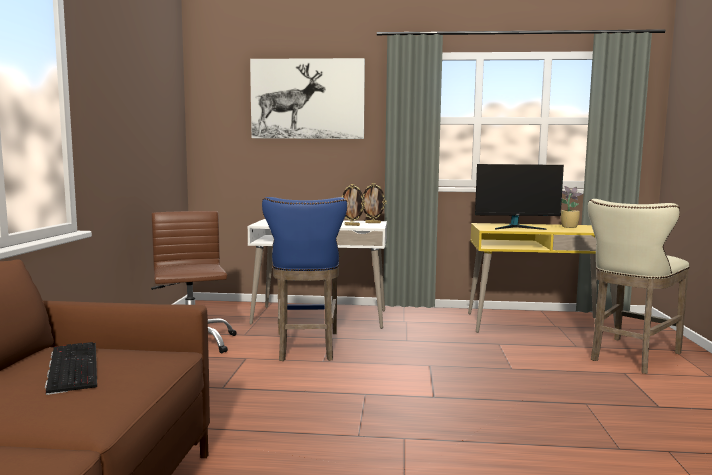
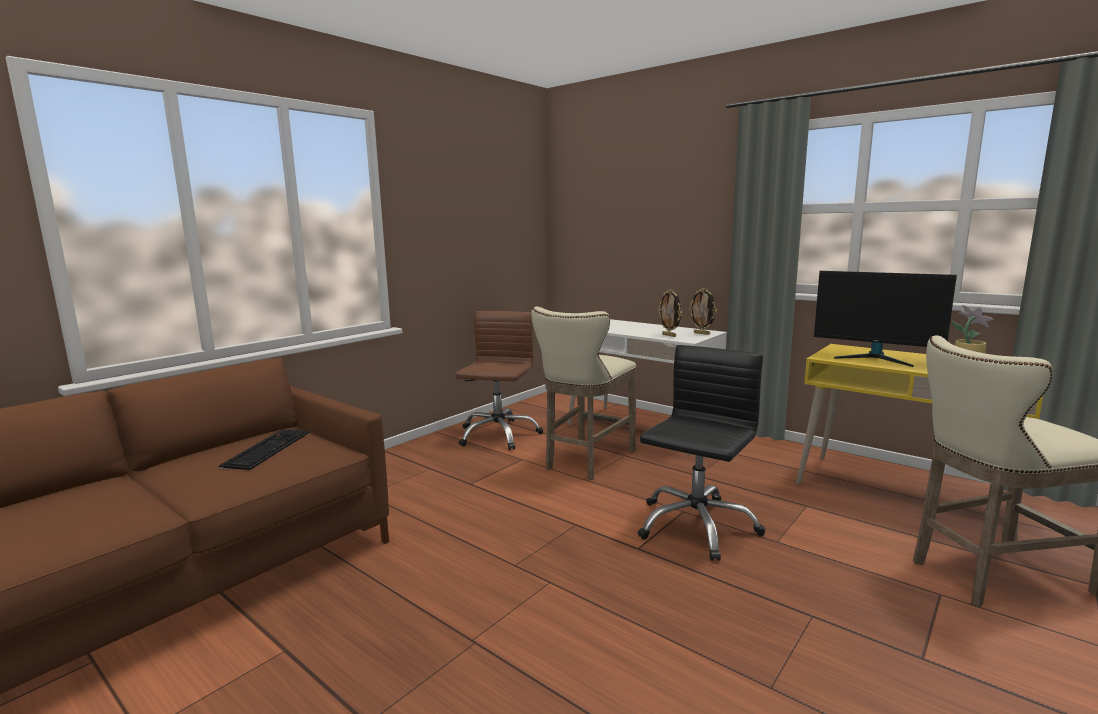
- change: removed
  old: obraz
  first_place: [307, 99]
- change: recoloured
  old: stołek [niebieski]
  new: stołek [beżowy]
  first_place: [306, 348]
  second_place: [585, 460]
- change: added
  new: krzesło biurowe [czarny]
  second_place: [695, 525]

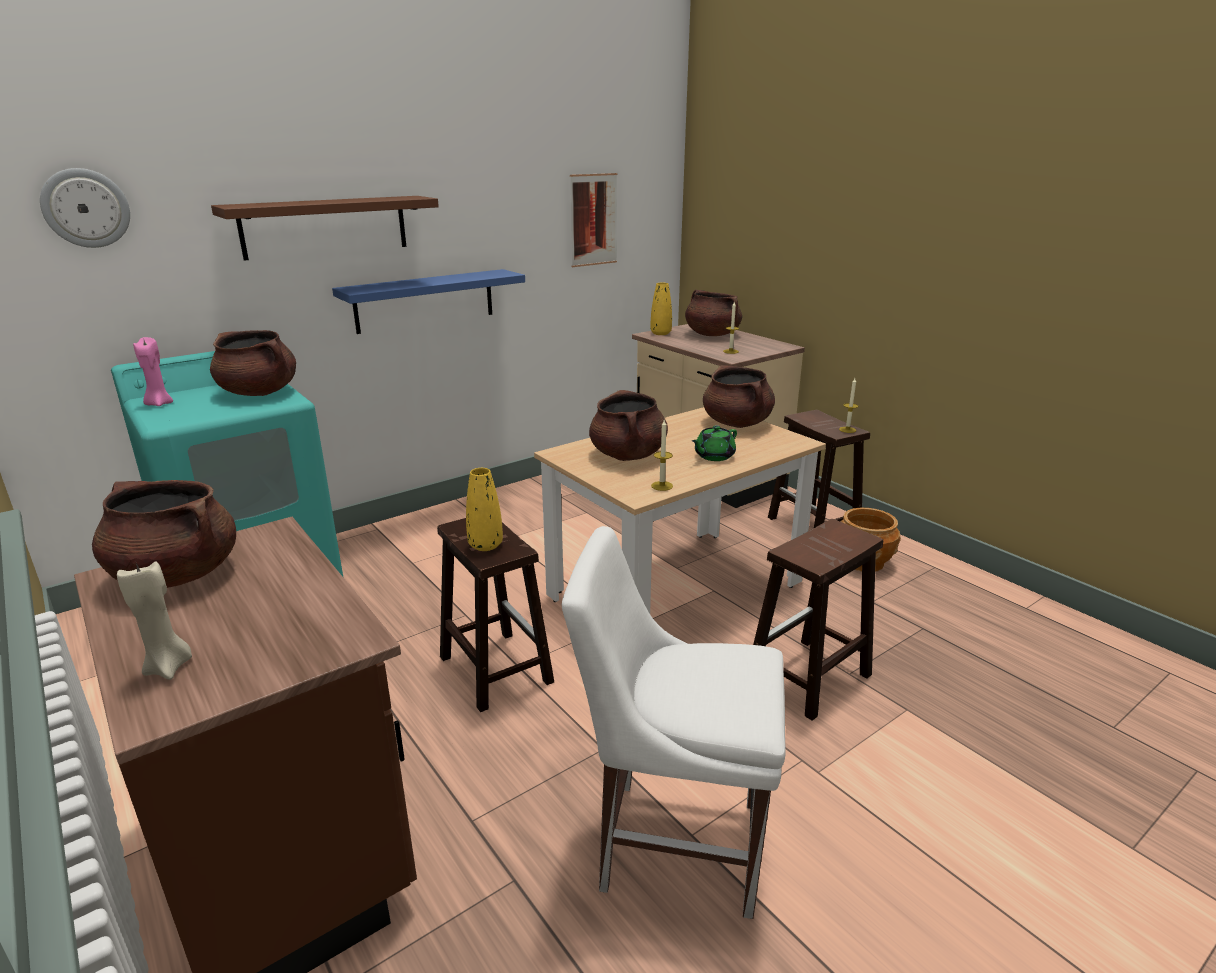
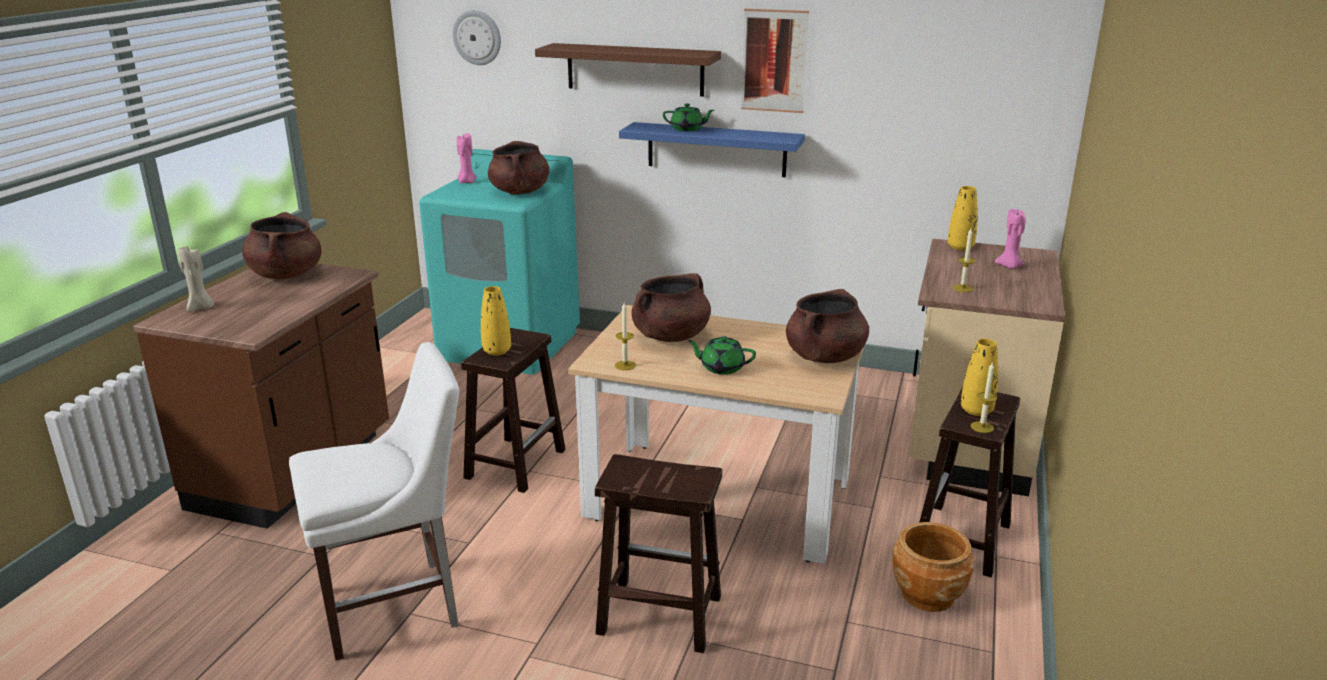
- change: moved
  old: obraz
  first_place: [593, 220]
  second_place: [774, 61]
- change: replaced
  old: garnek [brązowy]
  new: świeca [różowy]
  first_place: [711, 334]
  second_place: [1009, 266]
- change: turned
  old: krzesło [biały]
  first_place: [671, 841]
  second_place: [397, 606]
  degrees: 90
- change: added
  new: imbryk [zielony]
  second_place: [687, 129]
- change: added
  new: wazon [żółty]
  second_place: [976, 411]

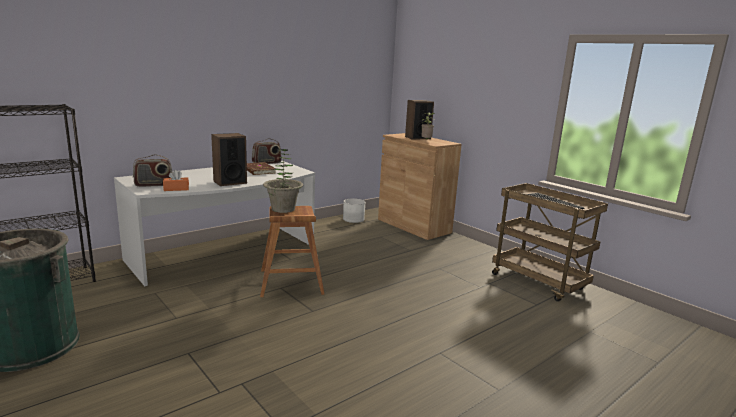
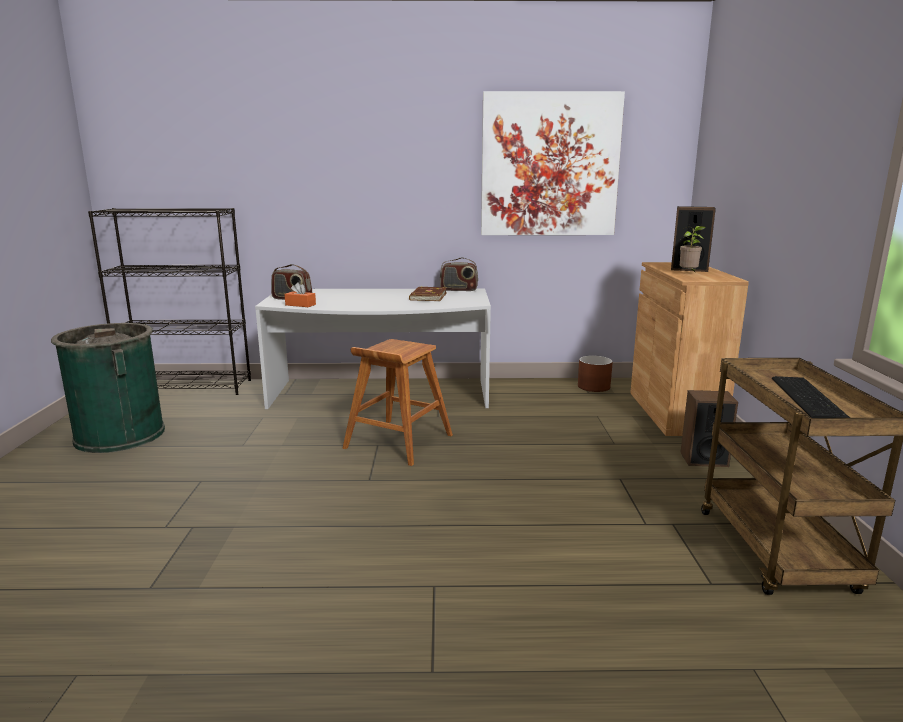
- change: moved
  old: głośnik
  first_place: [230, 182]
  second_place: [703, 459]
- change: removed
  old: roślina doniczkowa
  first_place: [283, 209]
- change: recoloured
  old: donica [biały]
  new: donica [brązowy]
  first_place: [353, 219]
  second_place: [594, 386]
- change: added
  new: obraz
  second_place: [549, 165]

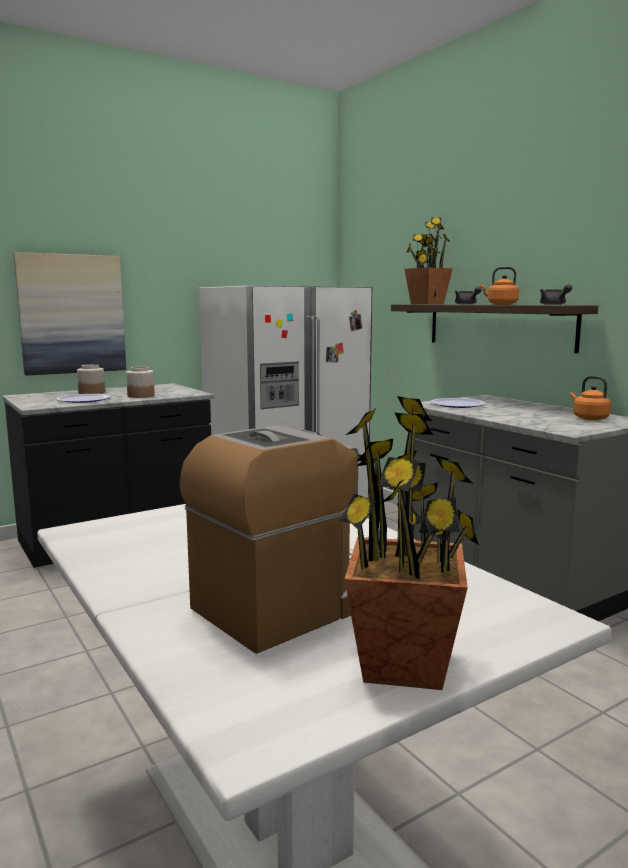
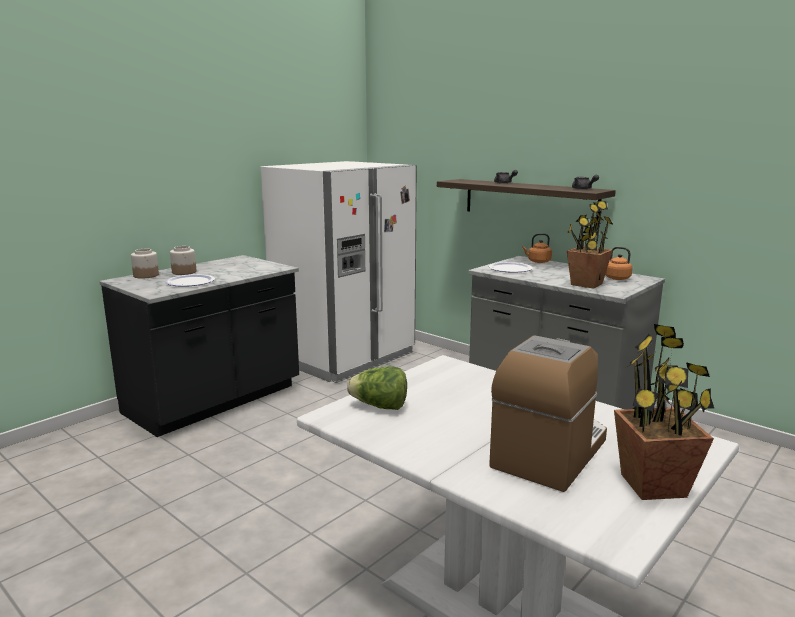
- change: moved
  old: roślina doniczkowa
  first_place: [426, 304]
  second_place: [586, 284]
- change: removed
  old: obraz
  first_place: [72, 314]
- change: moved
  old: czajnik [pomarańczowy]
  first_place: [500, 304]
  second_place: [538, 261]
- change: moved
  old: słoik
  first_place: [141, 396]
  second_place: [146, 275]
- change: added
  new: sałata
  second_place: [379, 407]

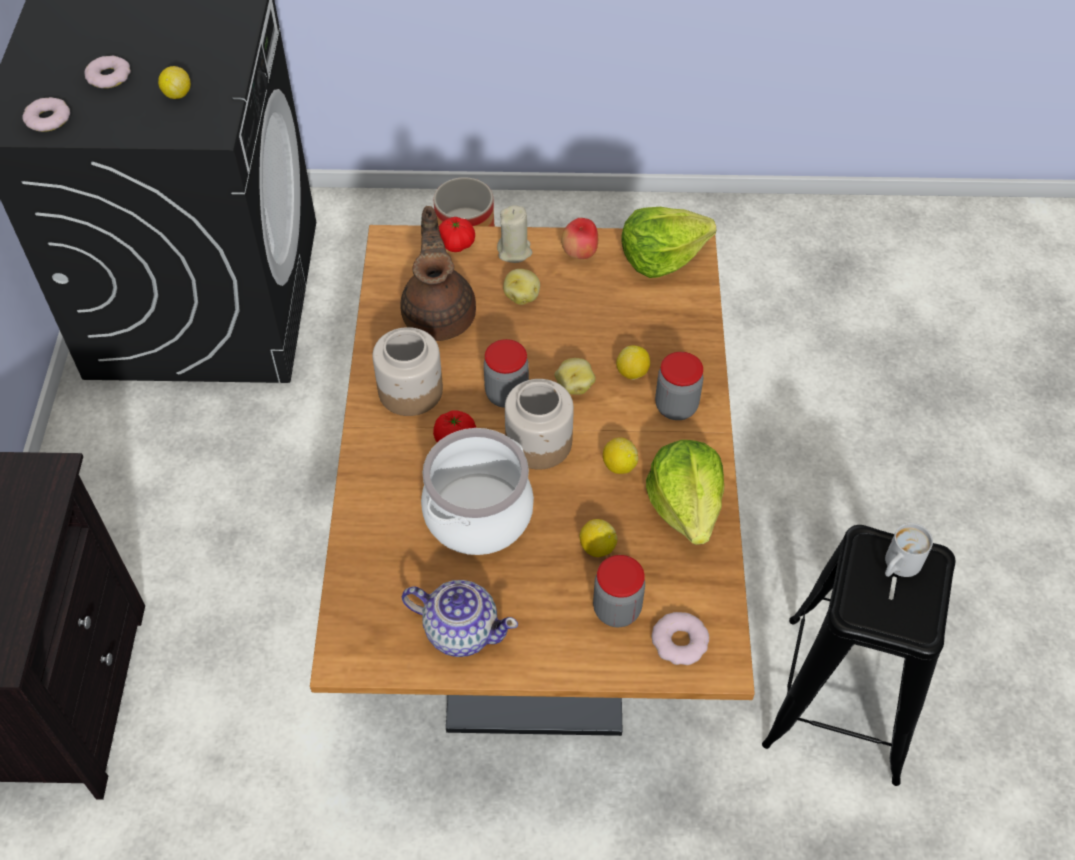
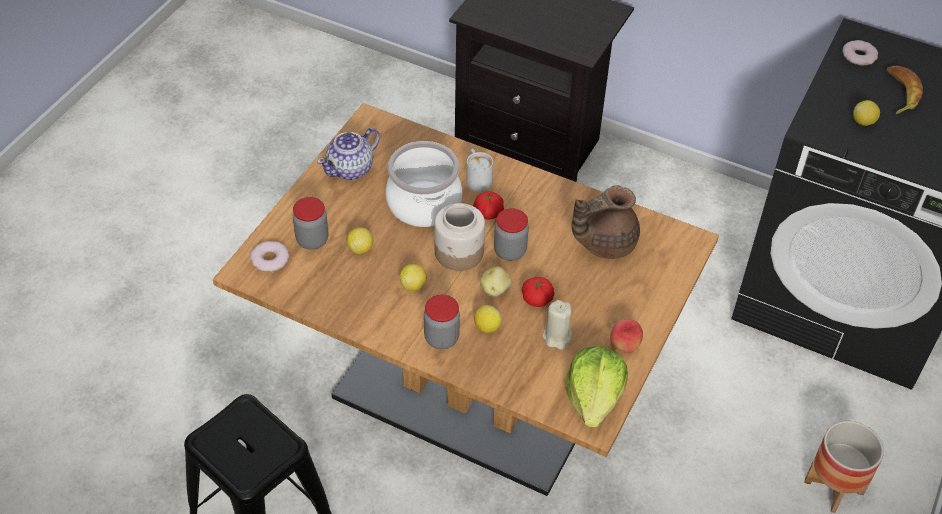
- change: replaced
  old: donut
  new: banan
  first_place: [109, 76]
  second_place: [899, 93]
- change: moved
  old: świeca [beżowy]
  first_place: [514, 251]
  second_place: [557, 337]
- change: turned
  old: imbryk [brązowy]
  first_place: [440, 314]
  second_place: [604, 242]
  degrees: 135
- change: moved
  old: pomidor
  first_place: [456, 244]
  second_place: [537, 299]
- change: removed
  old: ziemniak
  first_place: [522, 296]
- change: removed
  old: słoik
  first_place: [410, 391]
- change: removed
  old: sałata
  first_place: [686, 505]
- change: moved
  old: kubek [biały]
  first_place: [898, 566]
  second_place: [477, 178]

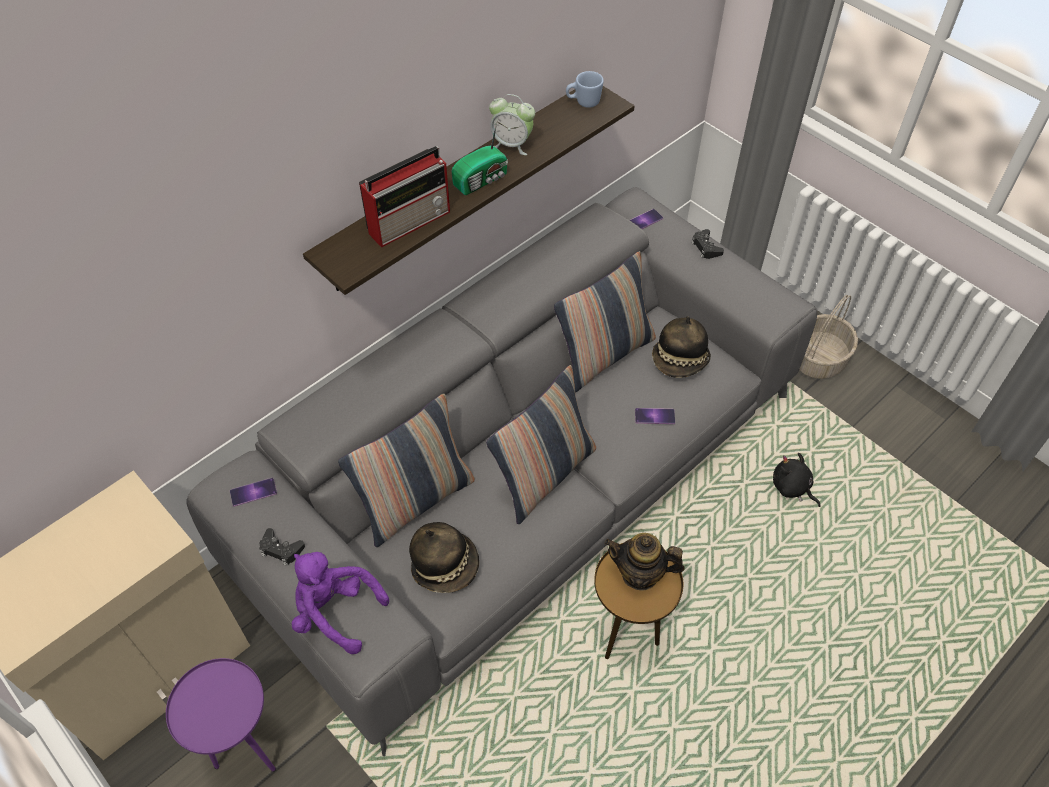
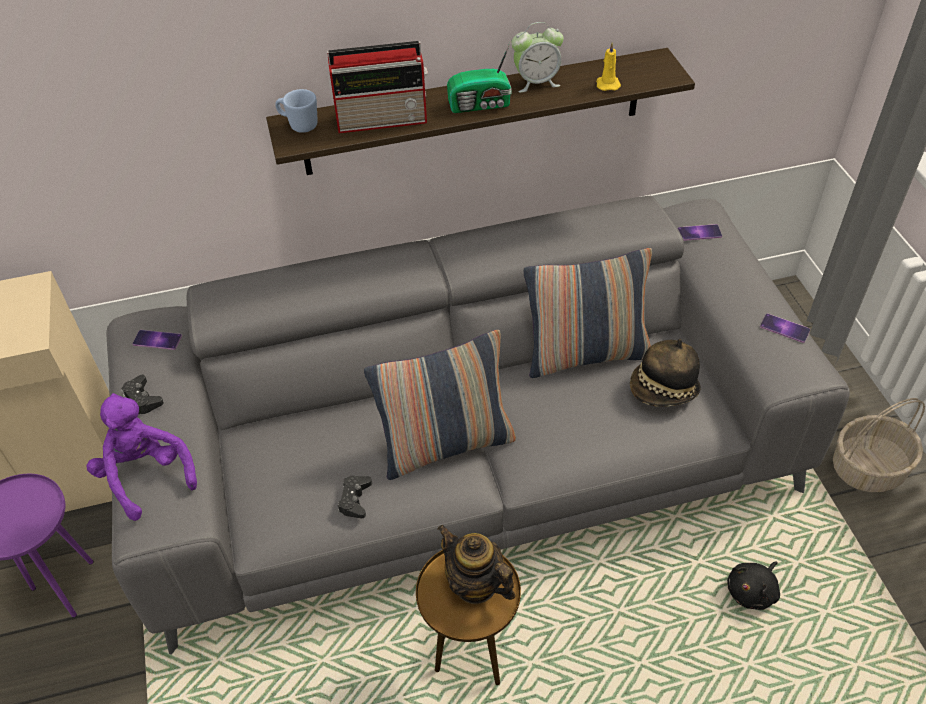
- change: moved
  old: kubek [niebieski]
  first_place: [583, 102]
  second_place: [299, 125]
- change: turned
  old: budzik
  first_place: [512, 144]
  second_place: [536, 82]
  degrees: -60
- change: moved
  old: pad do gier [czarny]
  first_place: [706, 247]
  second_place: [355, 499]
- change: removed
  old: poduszka
  first_place: [415, 501]
- change: moved
  old: telefon
  first_place: [654, 416]
  second_place: [784, 328]
- change: turned
  old: pluszak [czarny]
  first_place: [792, 487]
  second_place: [752, 591]
  degrees: -120
- change: removed
  old: kapelusz
  first_place: [446, 565]
- change: added
  new: świeca [żółty]
  second_place: [607, 84]

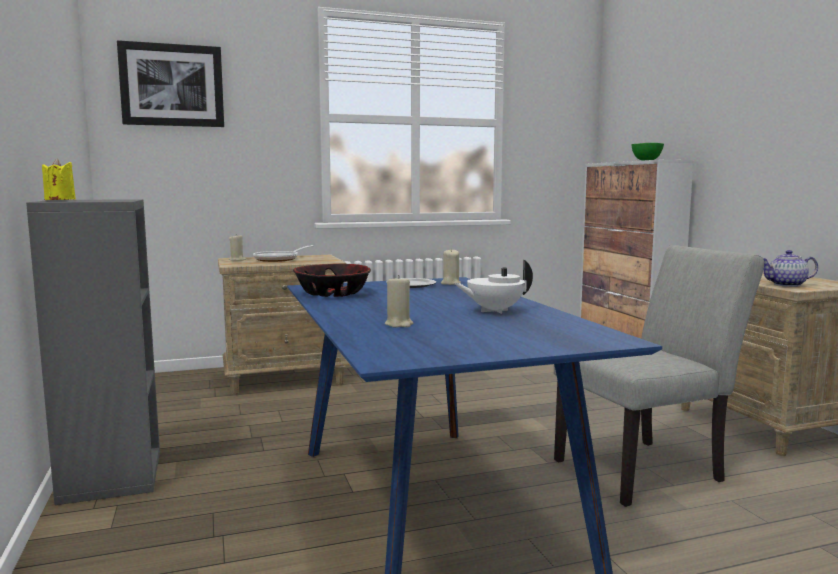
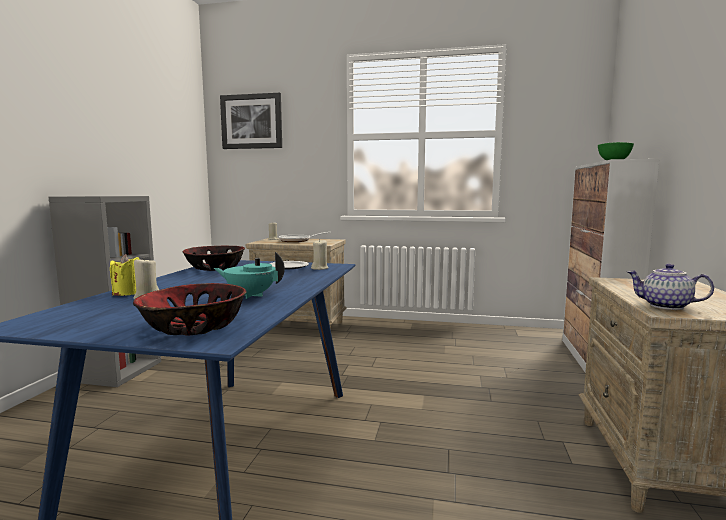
- change: moved
  old: świeca [żółty]
  first_place: [60, 200]
  second_place: [127, 293]
- change: removed
  old: krzesło [szary]
  first_place: [647, 469]
- change: recoloured
  old: imbryk [biały]
  new: imbryk [turkusowy]
  first_place: [494, 311]
  second_place: [250, 295]
- change: added
  new: miska
  second_place: [193, 326]

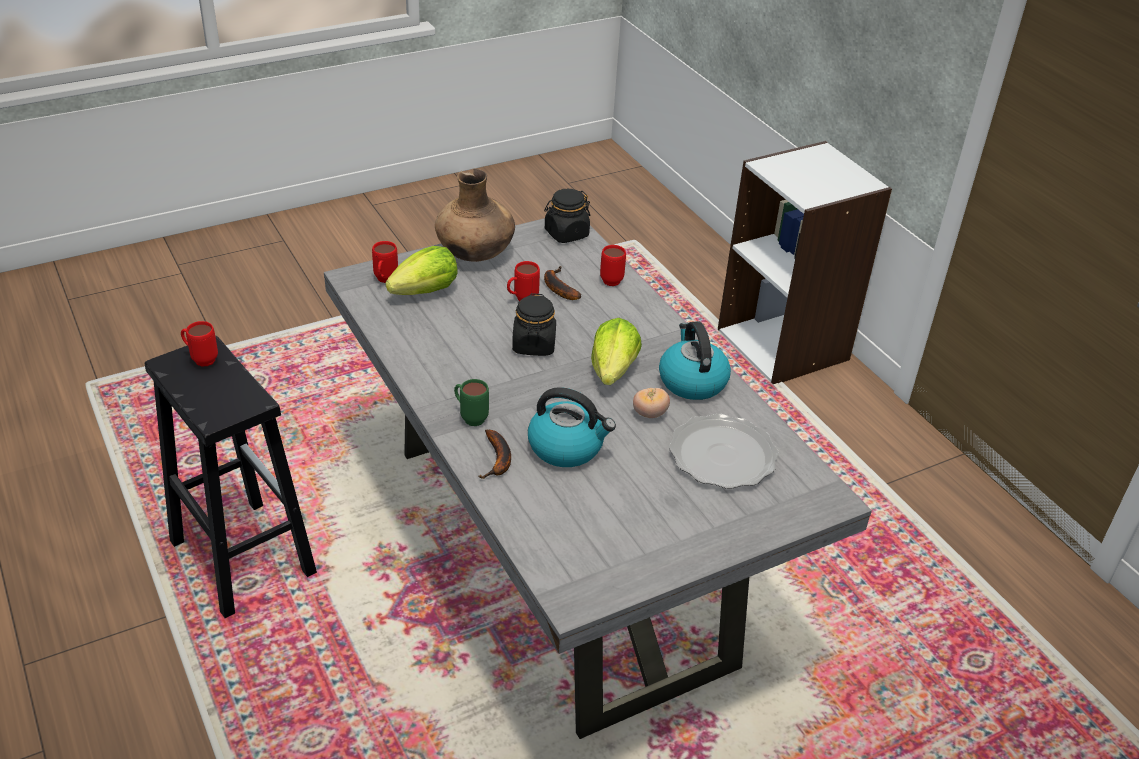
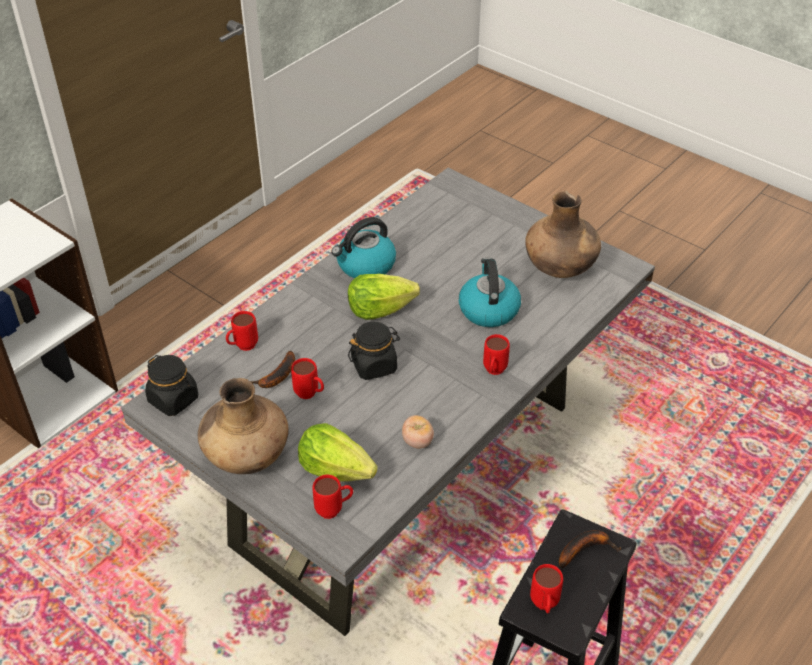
- change: recoloured
  old: kubek [zielony]
  new: kubek [czerwony]
  first_place: [470, 417]
  second_place: [493, 372]
- change: moved
  old: pomidor
  first_place: [649, 413]
  second_place: [417, 441]
- change: removed
  old: talerz
  first_place: [722, 456]
- change: moved
  old: banan
  first_place: [498, 460]
  second_place: [585, 549]
- change: added
  new: wazon [brązowy]
  second_place: [560, 268]

